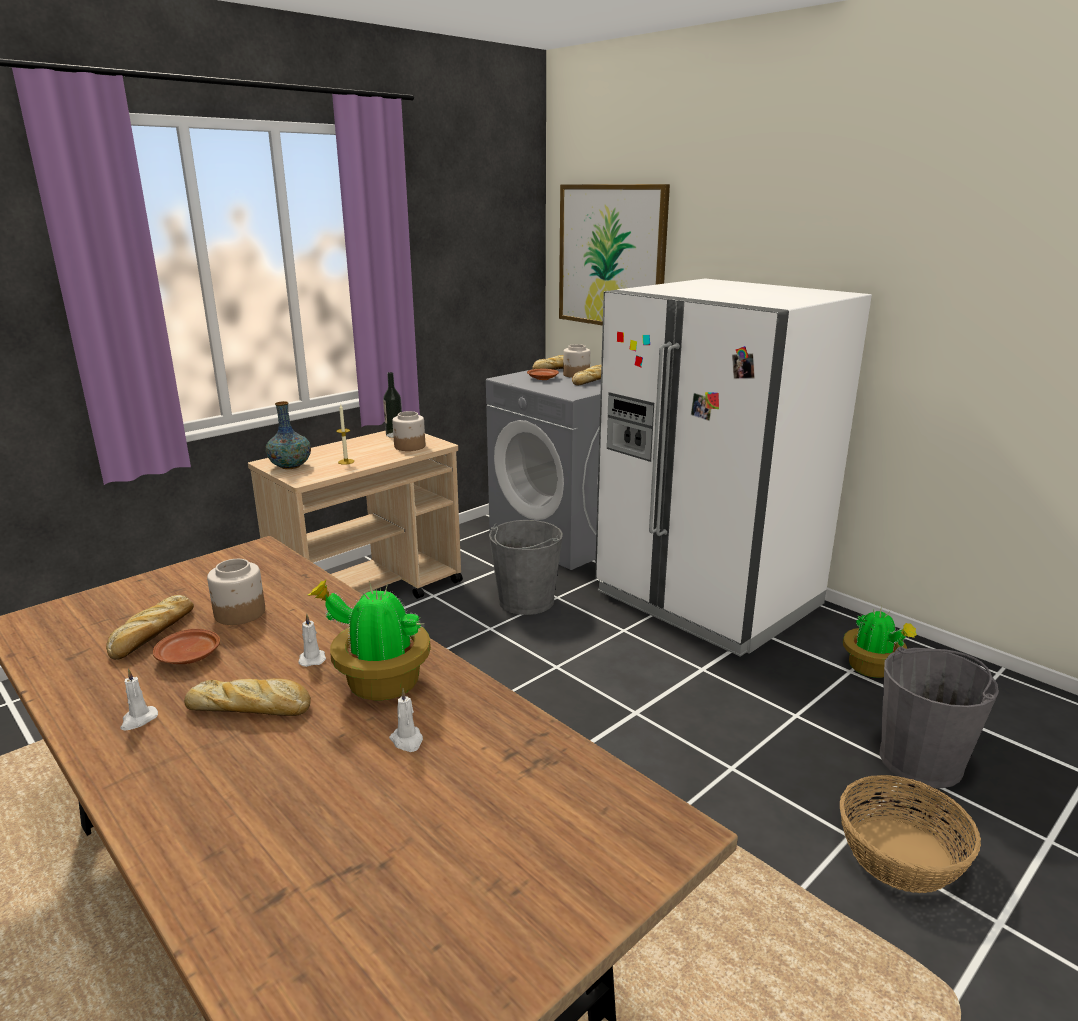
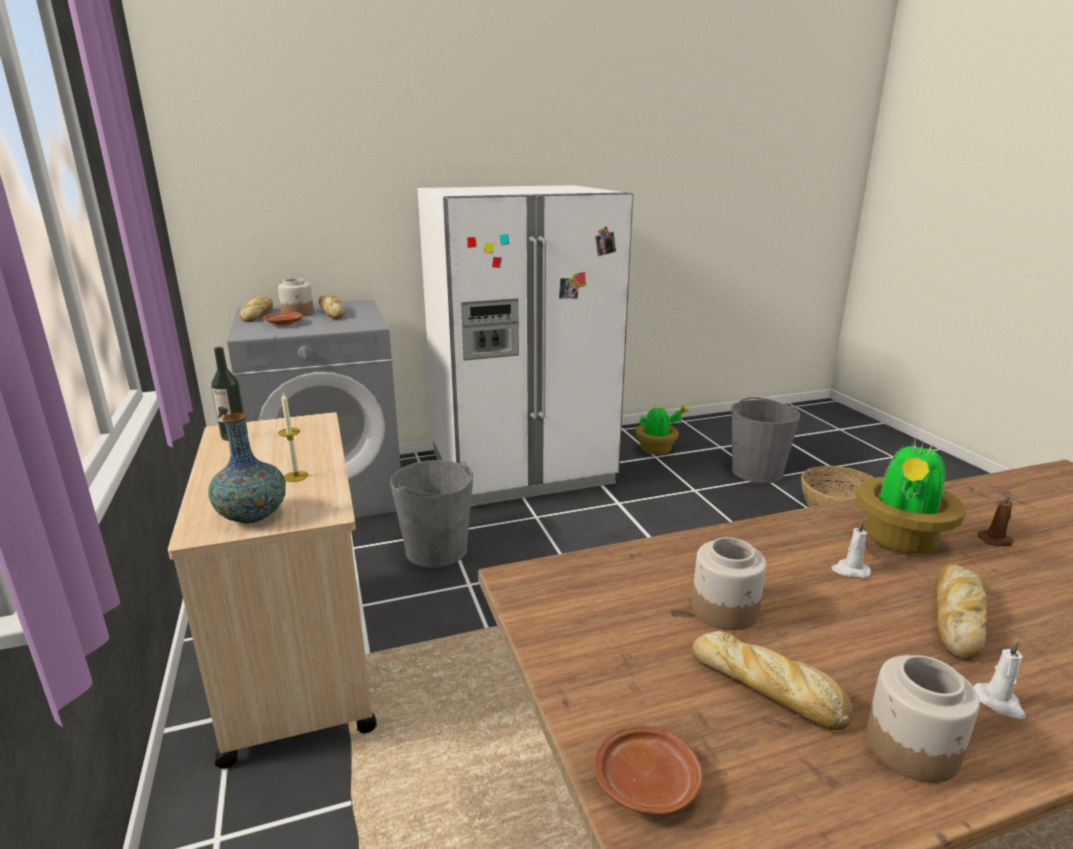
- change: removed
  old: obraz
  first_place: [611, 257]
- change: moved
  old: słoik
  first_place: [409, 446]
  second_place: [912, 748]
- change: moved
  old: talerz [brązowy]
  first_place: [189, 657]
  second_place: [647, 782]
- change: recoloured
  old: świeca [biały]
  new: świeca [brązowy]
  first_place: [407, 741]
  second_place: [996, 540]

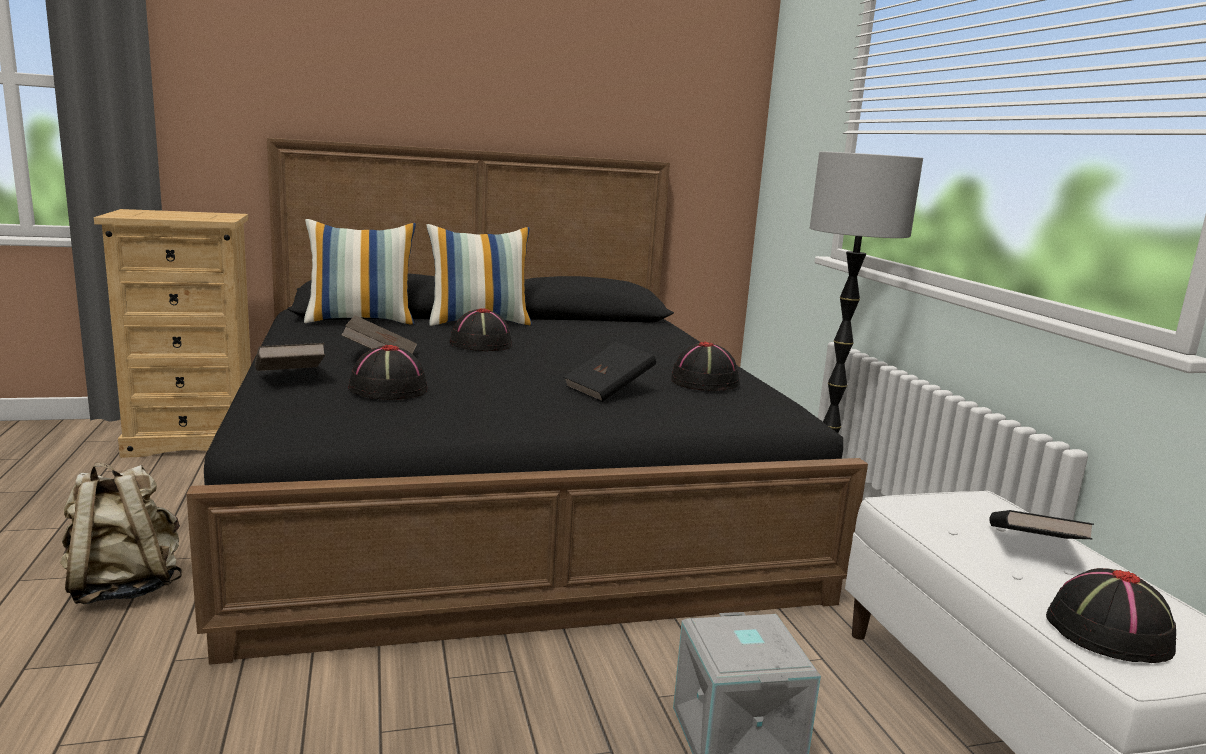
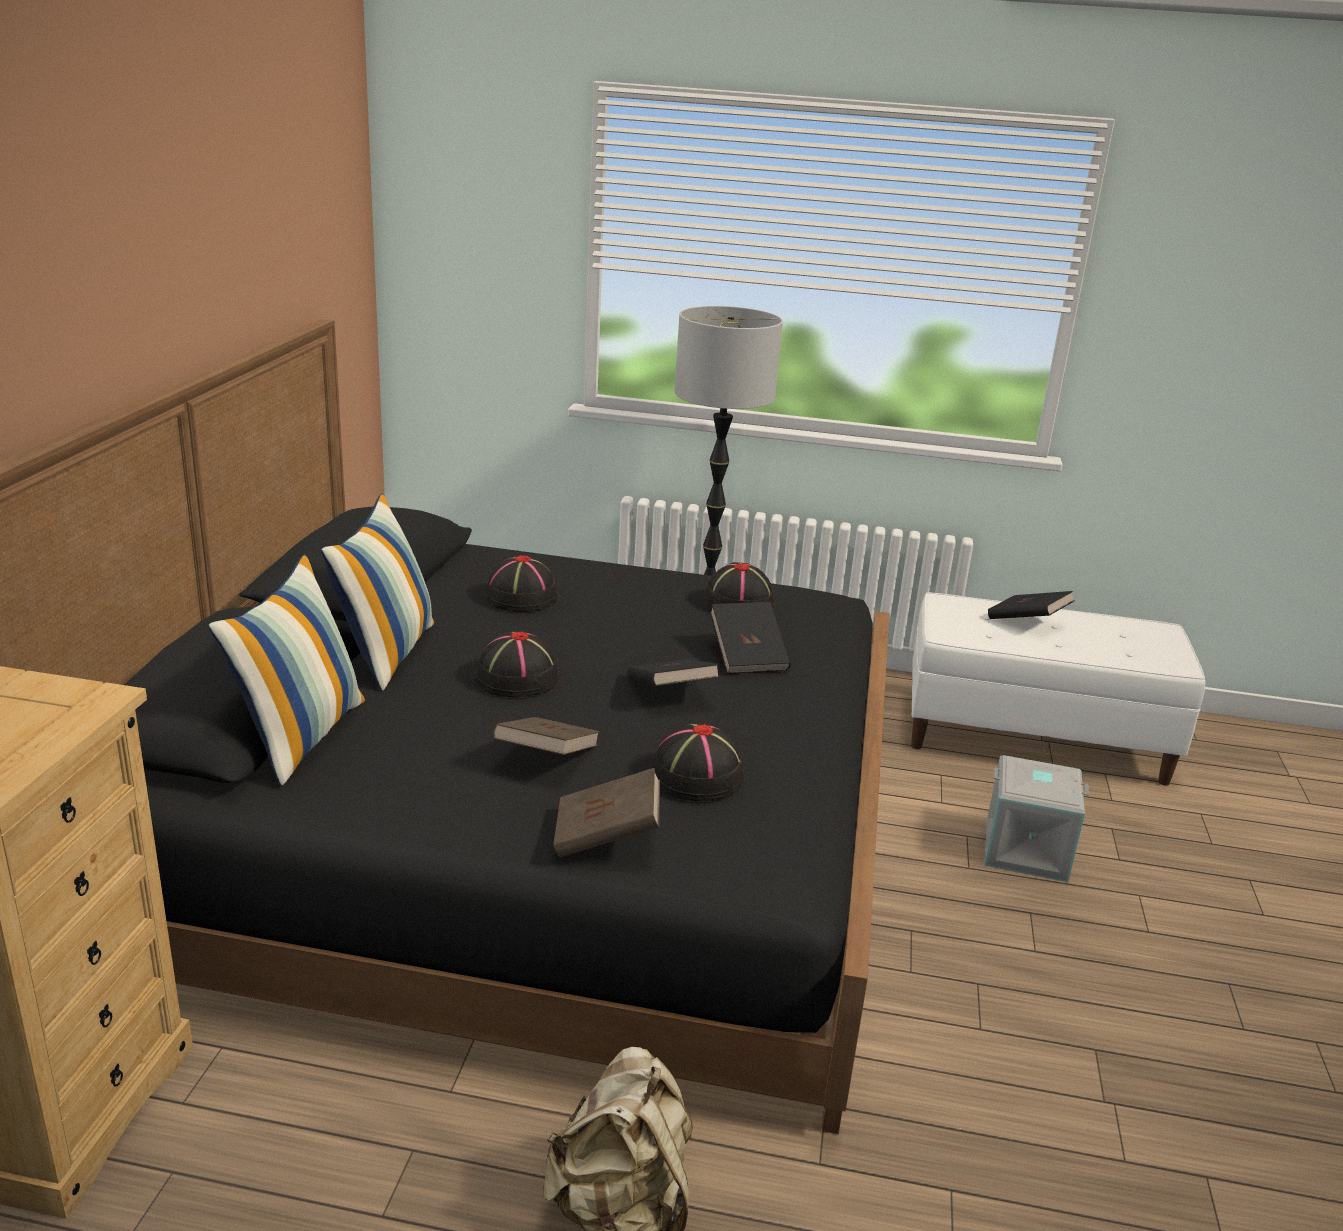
- change: moved
  old: kapelusz [czarny]
  first_place: [1107, 633]
  second_place: [520, 598]
- change: added
  new: książka [czarny]
  second_place: [670, 693]

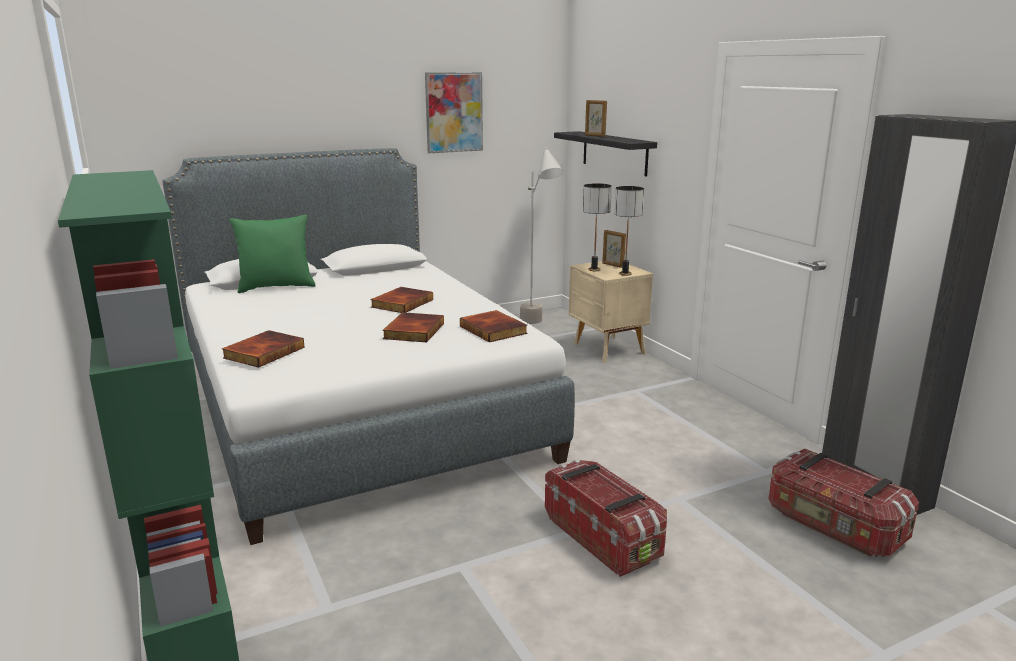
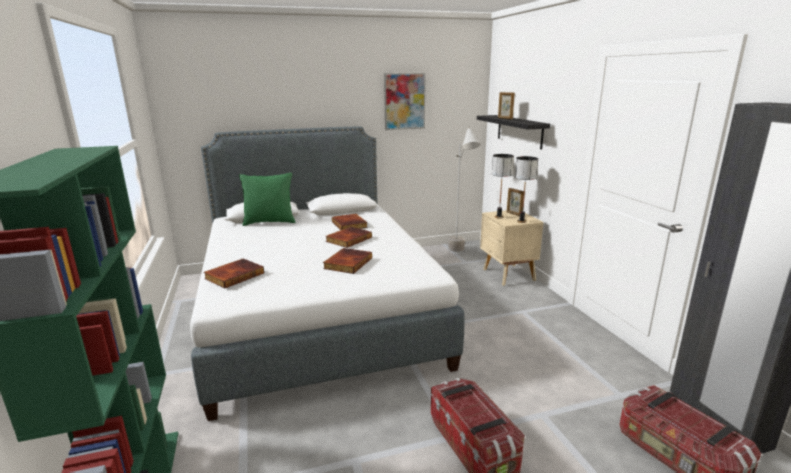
- change: moved
  old: książka
  first_place: [494, 329]
  second_place: [350, 224]

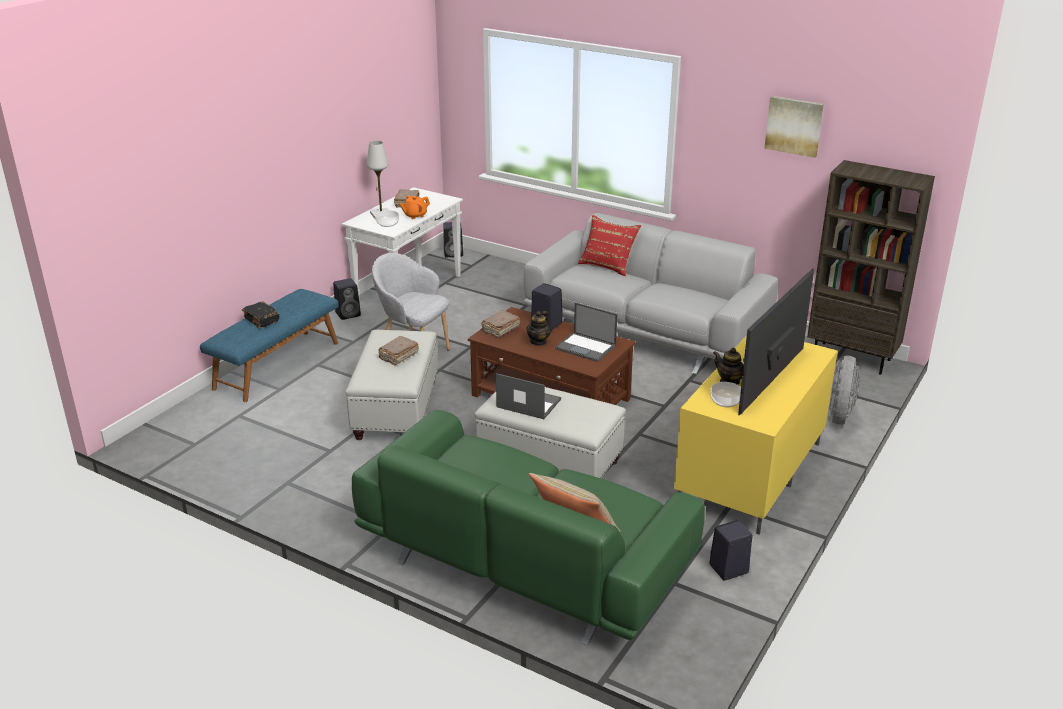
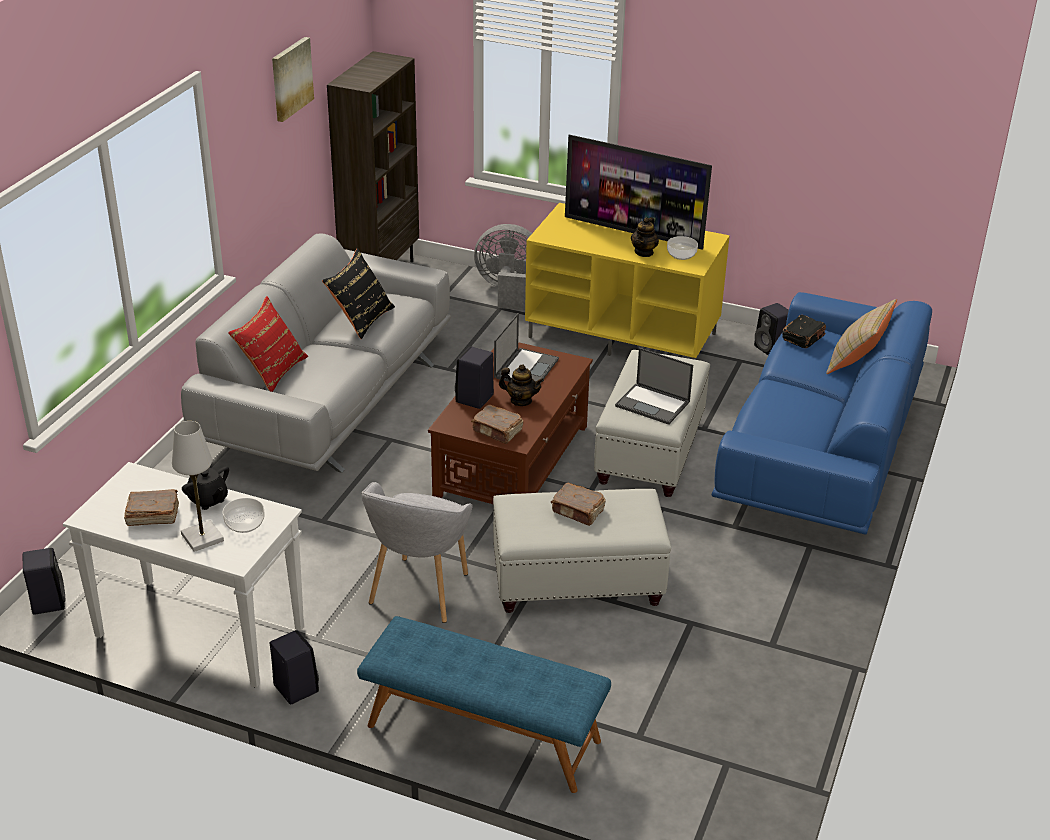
- change: recoloured
  old: imbryk [pomarańczowy]
  new: imbryk [czarny]
  first_place: [415, 215]
  second_place: [208, 500]
- change: moved
  old: książka [czarny]
  first_place: [261, 320]
  second_place: [803, 338]
- change: turned
  old: laptop
  first_place: [527, 403]
  second_place: [653, 404]
  degrees: -75
- change: recoloured
  old: kanapa [zielony]
  new: kanapa [niebieski]
  first_place: [524, 561]
  second_place: [819, 454]
- change: added
  new: poduszka [czarny]
  second_place: [361, 319]

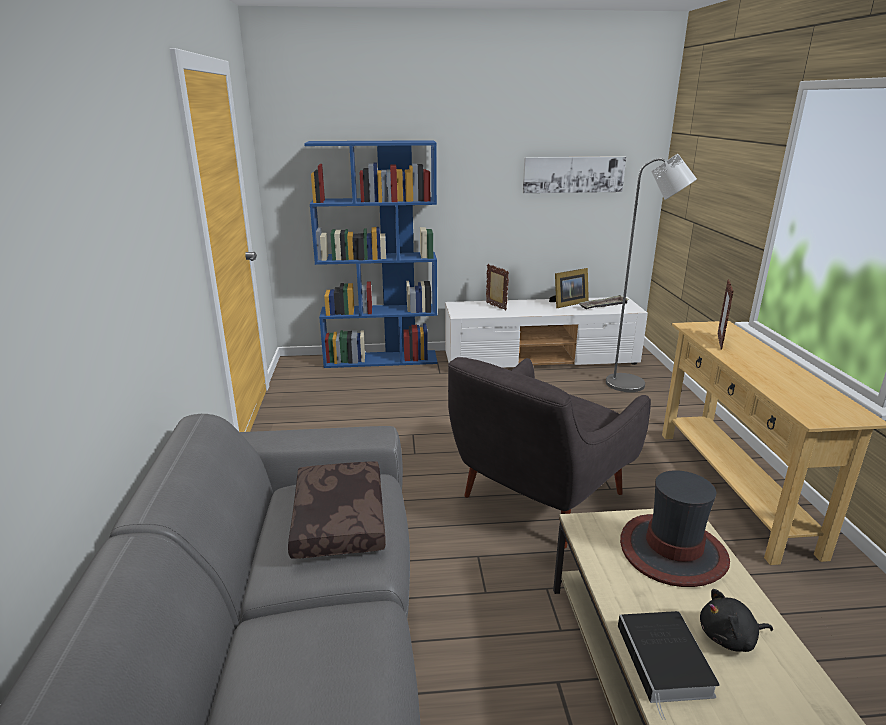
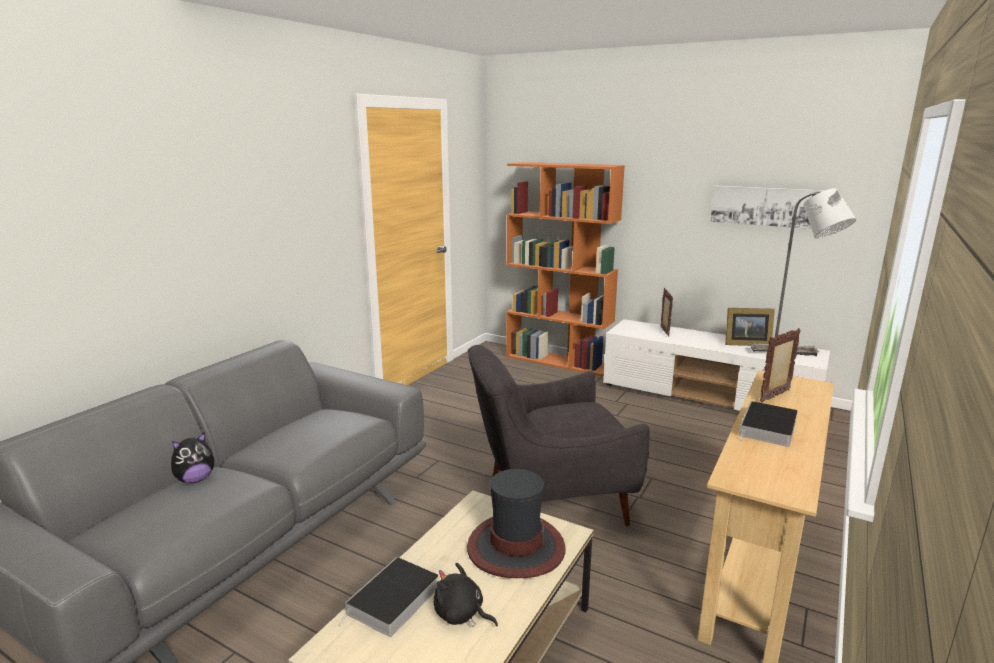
- change: recoloured
  old: regał [niebieski]
  new: regał [pomarańczowy]
  first_place: [381, 359]
  second_place: [558, 361]
- change: removed
  old: poduszka [brązowy]
  first_place: [337, 519]
- change: added
  new: książka
  second_place: [768, 429]
- change: added
  new: pluszak
  second_place: [195, 479]

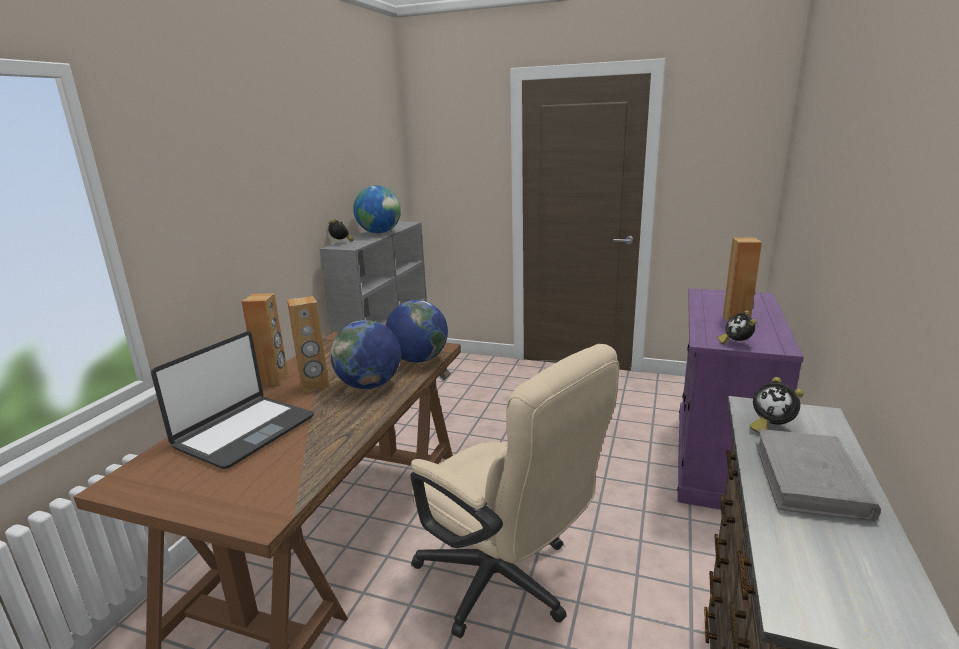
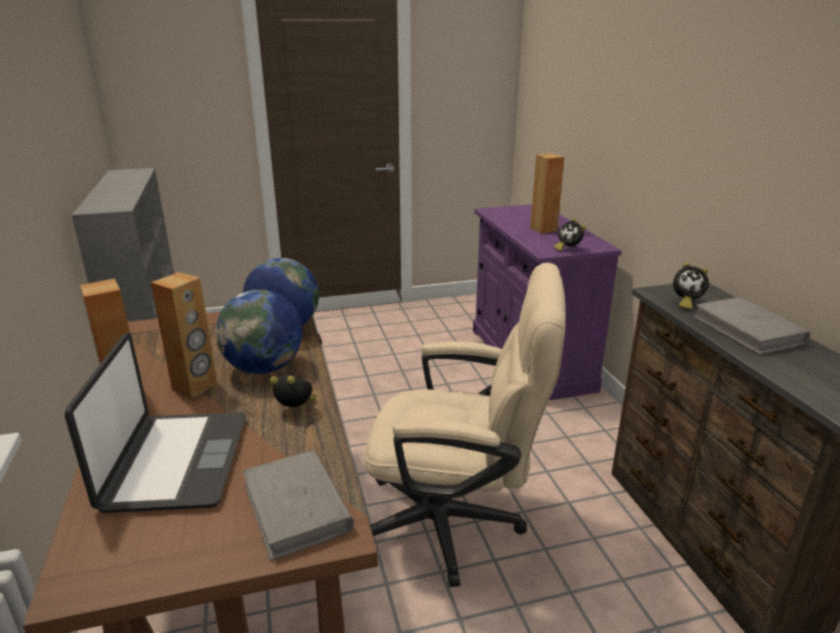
- change: removed
  old: globus
  first_place: [379, 233]
- change: moved
  old: budzik
  first_place: [341, 242]
  second_place: [296, 409]
- change: added
  new: książka [szary]
  second_place: [296, 507]

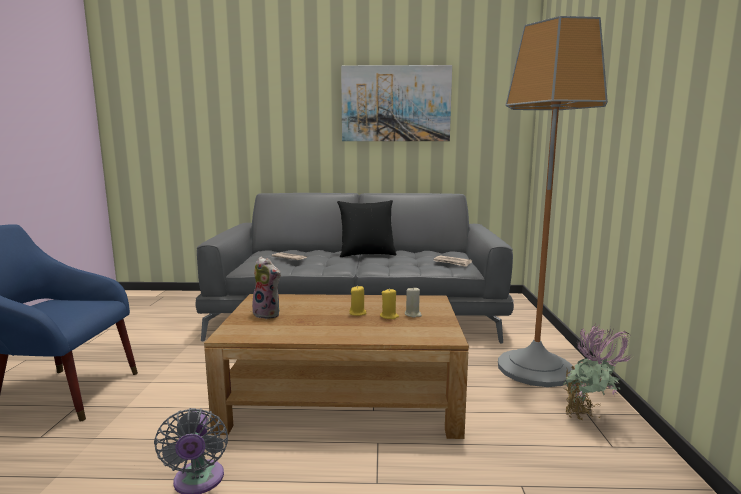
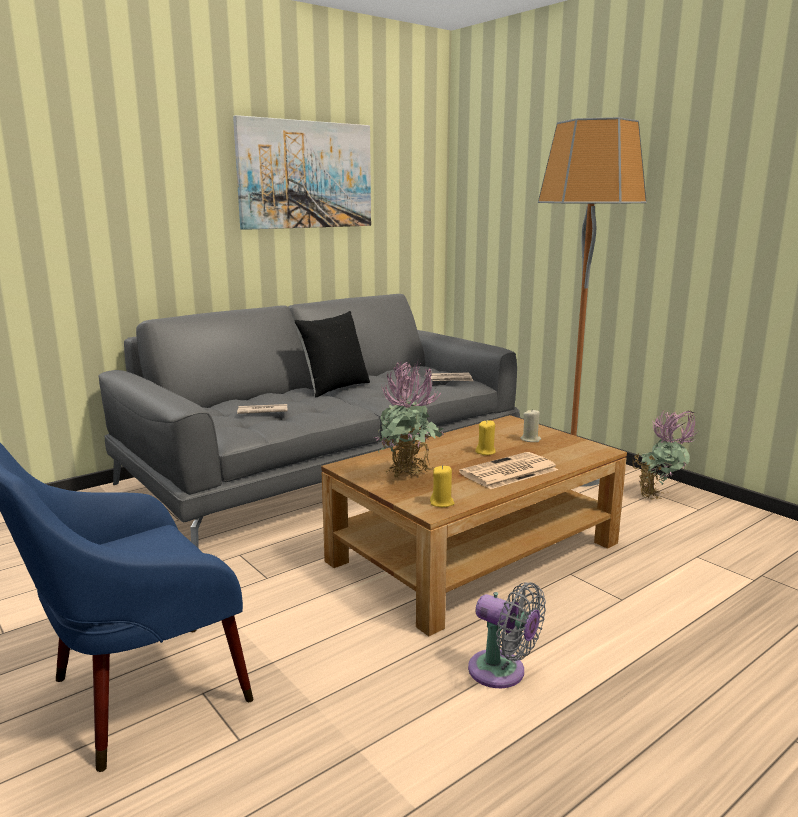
- change: replaced
  old: pluszak
  new: roślina doniczkowa
  first_place: [268, 314]
  second_place: [409, 478]
- change: moved
  old: świeca [żółty]
  first_place: [389, 316]
  second_place: [442, 503]
- change: added
  new: gazeta
  second_place: [508, 472]

